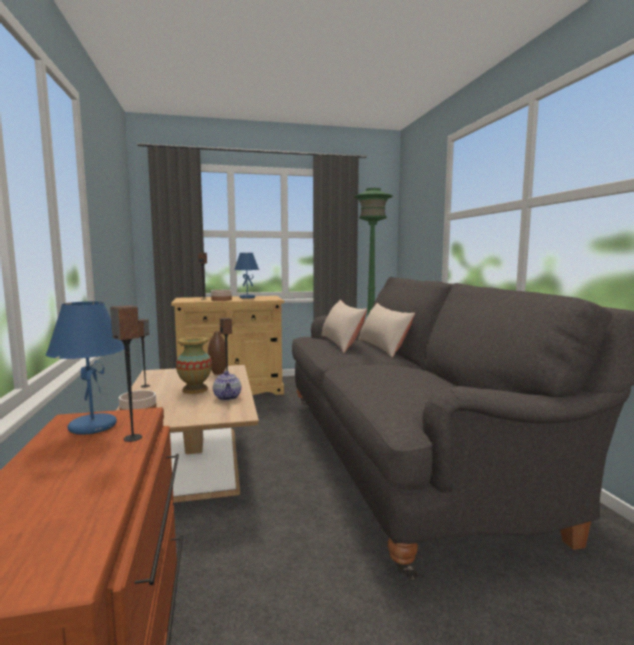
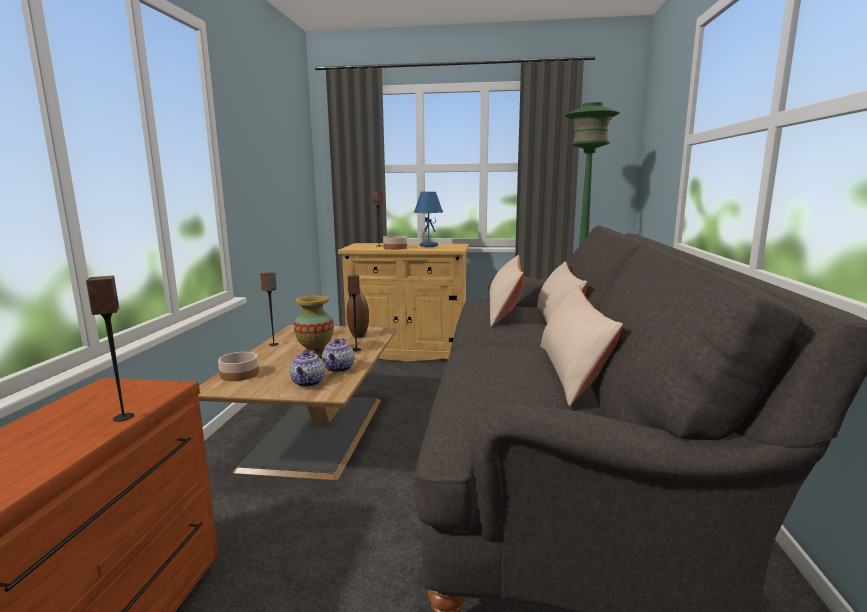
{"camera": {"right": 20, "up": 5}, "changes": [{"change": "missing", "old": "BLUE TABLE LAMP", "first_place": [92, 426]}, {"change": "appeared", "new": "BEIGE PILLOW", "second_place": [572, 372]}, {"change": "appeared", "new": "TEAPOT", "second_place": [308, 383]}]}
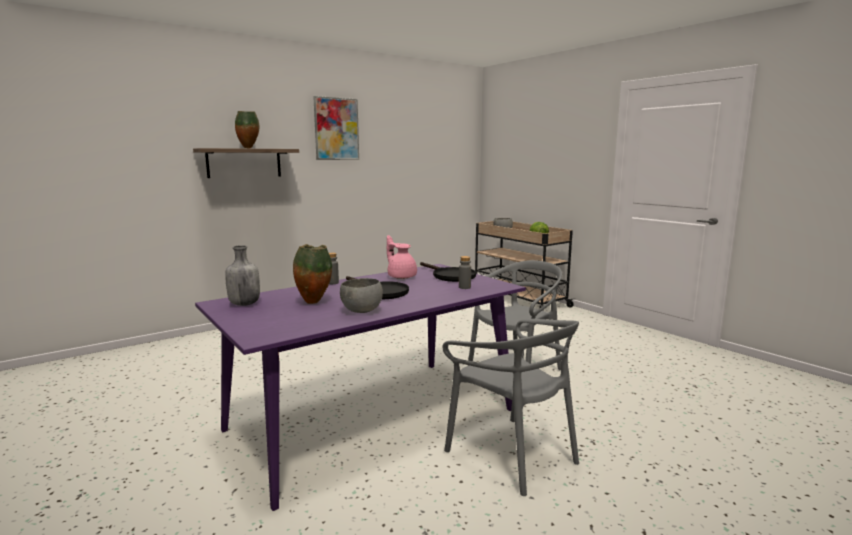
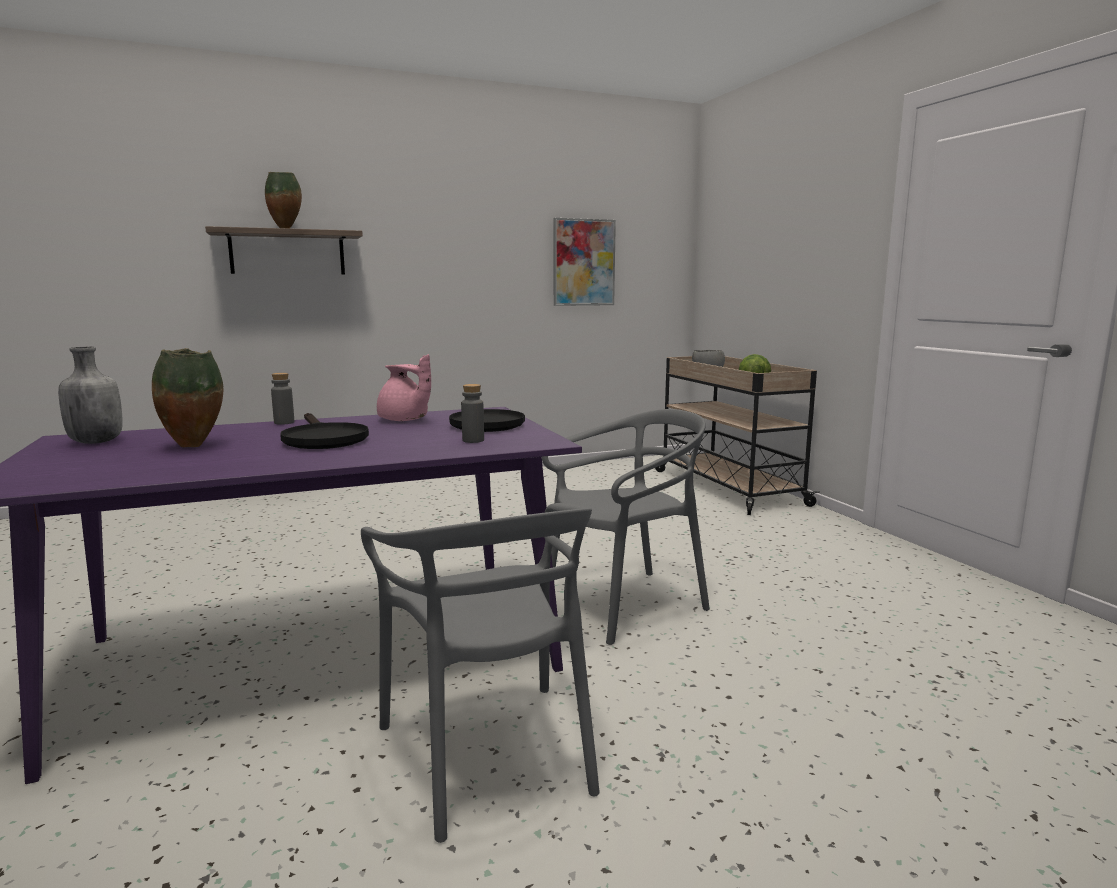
{"camera": {"right": 15, "up": 0}, "changes": [{"change": "relocated", "old": "PICTURE", "first_place": [336, 129], "second_place": [583, 262]}, {"change": "spun", "old": "PINK TEAPOT", "first_place": [401, 276], "second_place": [404, 420], "degrees": 150}, {"change": "missing", "old": "GREY BOWL", "first_place": [361, 311]}]}
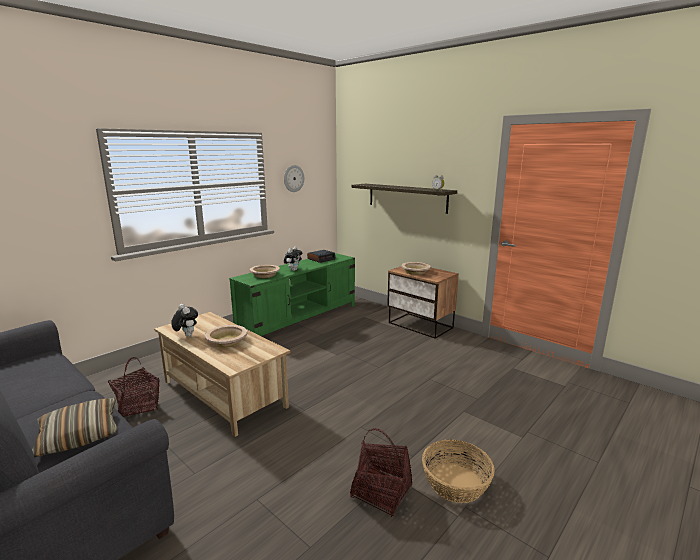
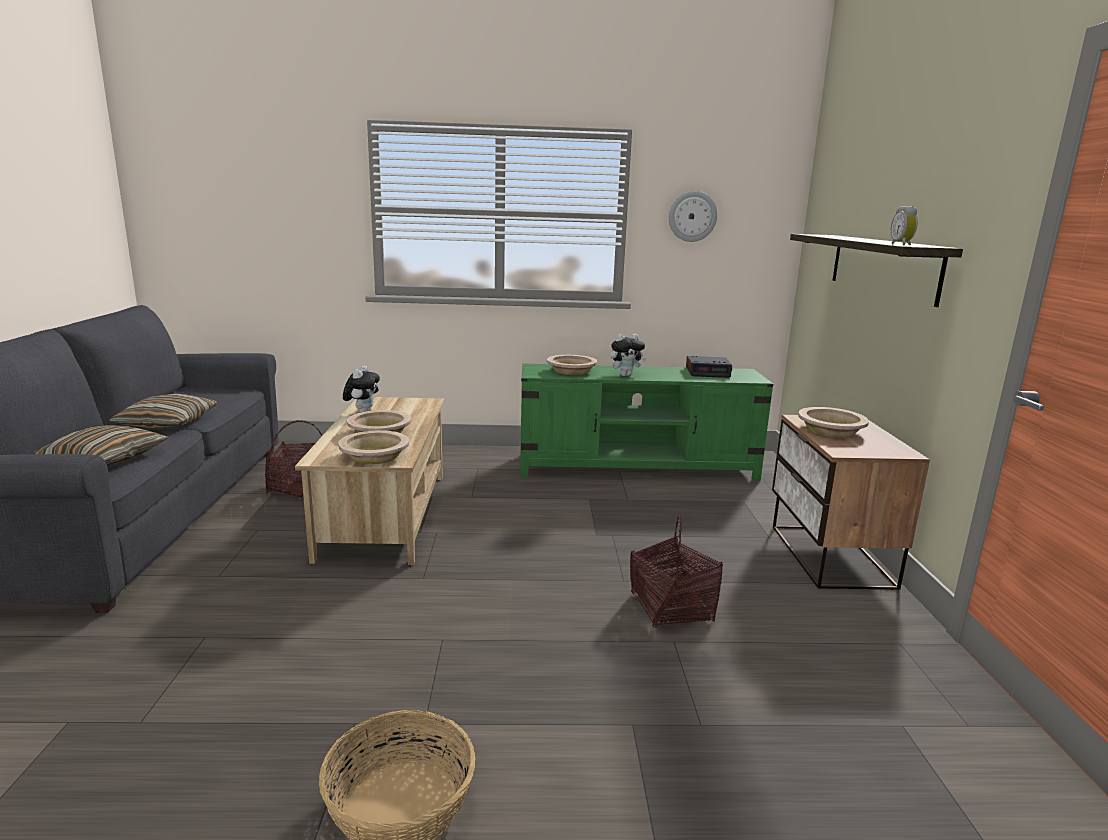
{"camera": {"right": 45, "up": 0}, "changes": [{"change": "relocated", "old": "BASKET", "first_place": [381, 492], "second_place": [671, 608]}, {"change": "appeared", "new": "PILLOW", "second_place": [167, 423]}, {"change": "appeared", "new": "BEIGE BOWL", "second_place": [375, 456]}]}
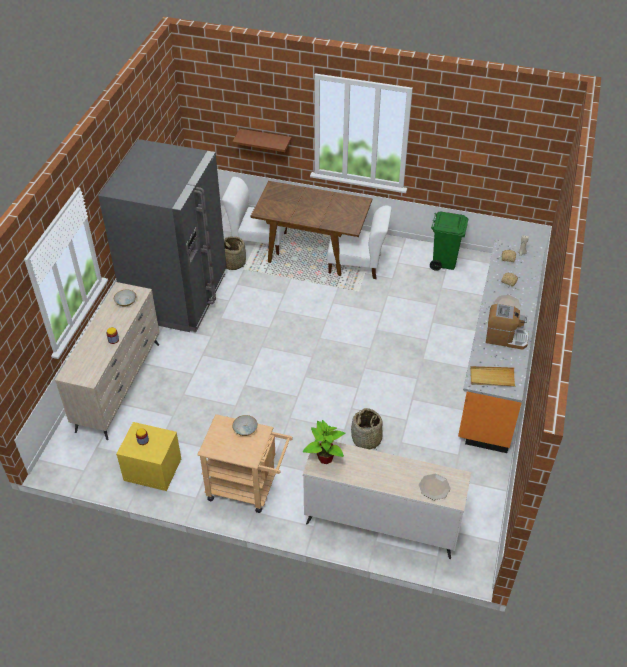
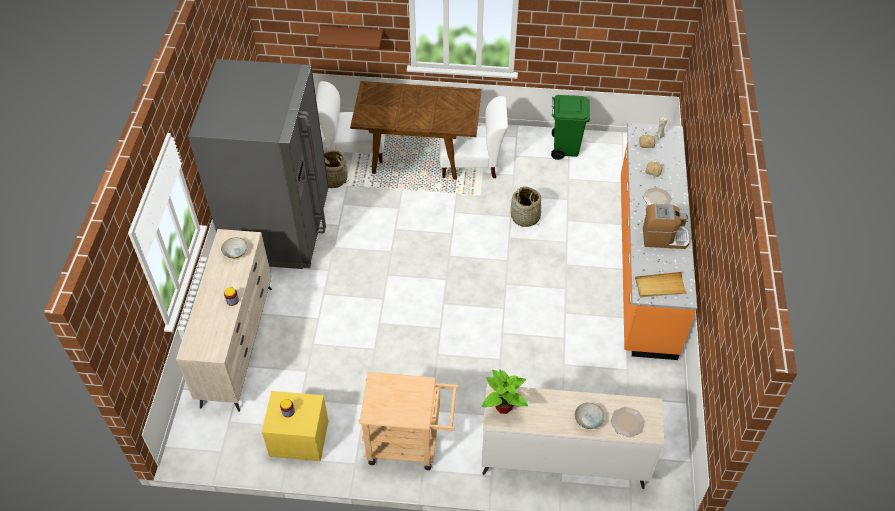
{"camera": {"right": -10, "up": 5}, "changes": [{"change": "relocated", "old": "BASKET", "first_place": [366, 439], "second_place": [525, 217]}, {"change": "relocated", "old": "BOWL", "first_place": [245, 430], "second_place": [588, 420]}]}
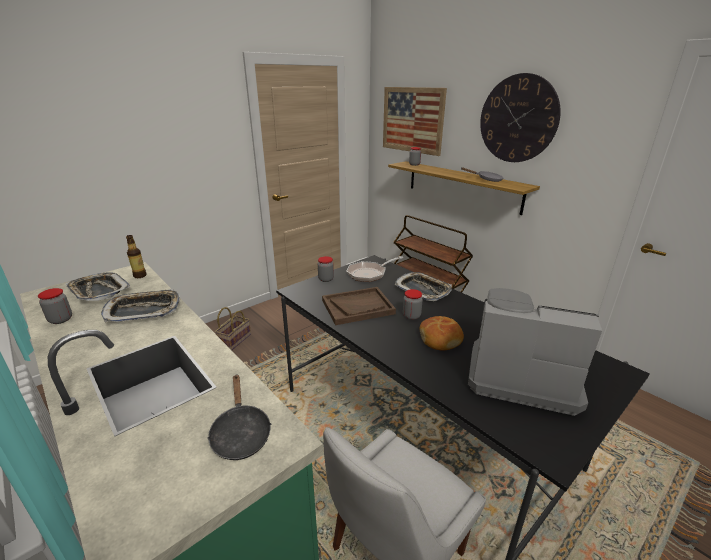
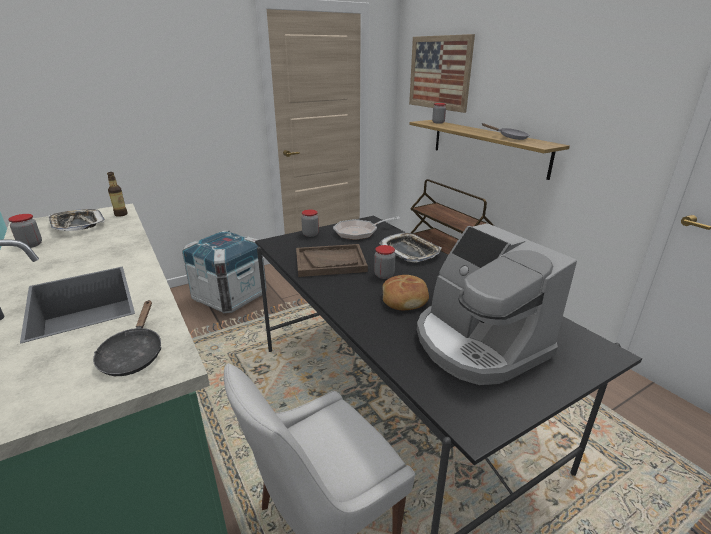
{"camera": {"right": 10, "up": 0}, "changes": [{"change": "missing", "old": "WALL CLOCK", "first_place": [518, 119]}, {"change": "spun", "old": "COFFEE MACHINE", "first_place": [520, 375], "second_place": [477, 343], "degrees": -150}, {"change": "missing", "old": "TRAY", "first_place": [143, 310]}, {"change": "exchanged", "old": "BASKET", "new": "CRATE", "first_place": [235, 339], "second_place": [230, 297]}]}
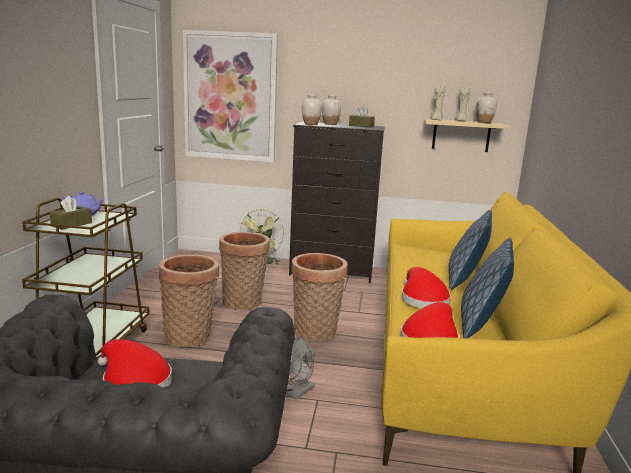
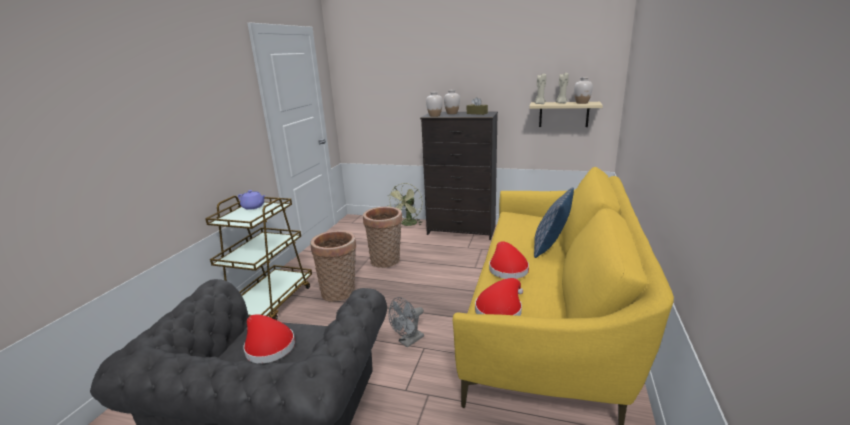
{"camera": {"right": 10, "up": 5}, "changes": [{"change": "missing", "old": "PICTURE", "first_place": [230, 97]}, {"change": "missing", "old": "BROWN TISSUE BOX", "first_place": [71, 224]}, {"change": "missing", "old": "PILLOW", "first_place": [481, 324]}, {"change": "missing", "old": "BASKET", "first_place": [315, 333]}]}
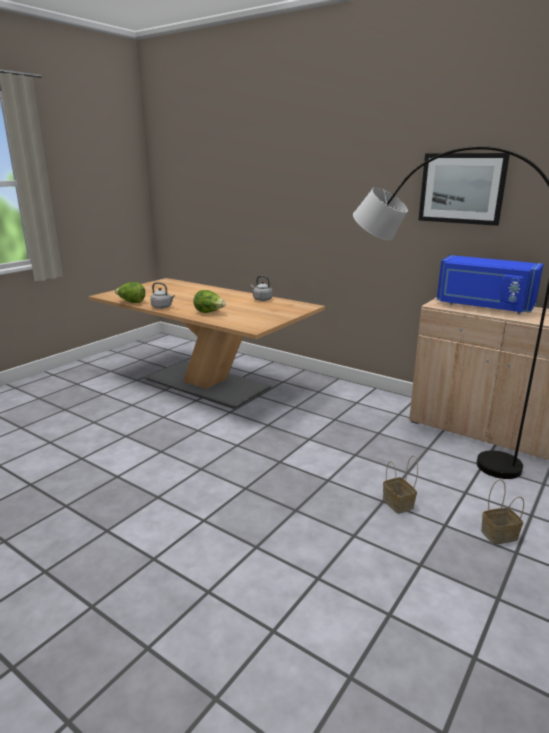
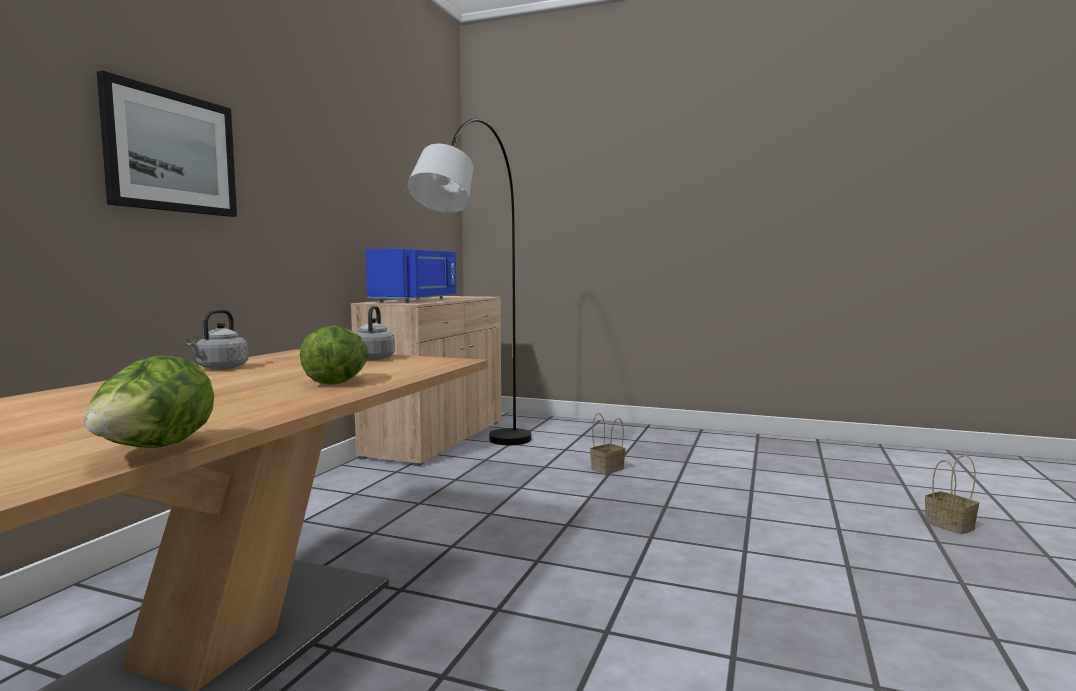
{"camera": {"right": -105, "up": -15}, "changes": [{"change": "relocated", "old": "PICTURE", "first_place": [462, 188], "second_place": [171, 152]}, {"change": "relocated", "old": "GREY KETTLE", "first_place": [162, 307], "second_place": [374, 358]}, {"change": "relocated", "old": "BASKET", "first_place": [498, 535], "second_place": [951, 526]}]}
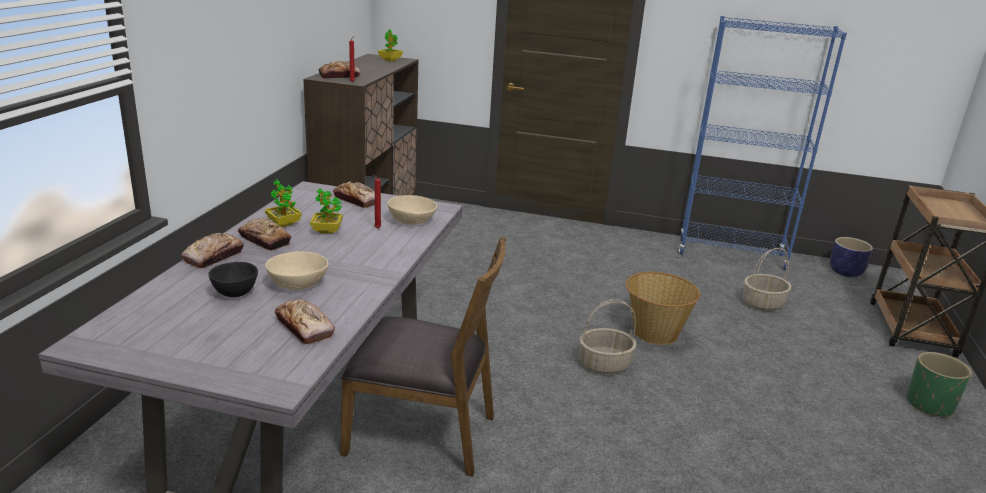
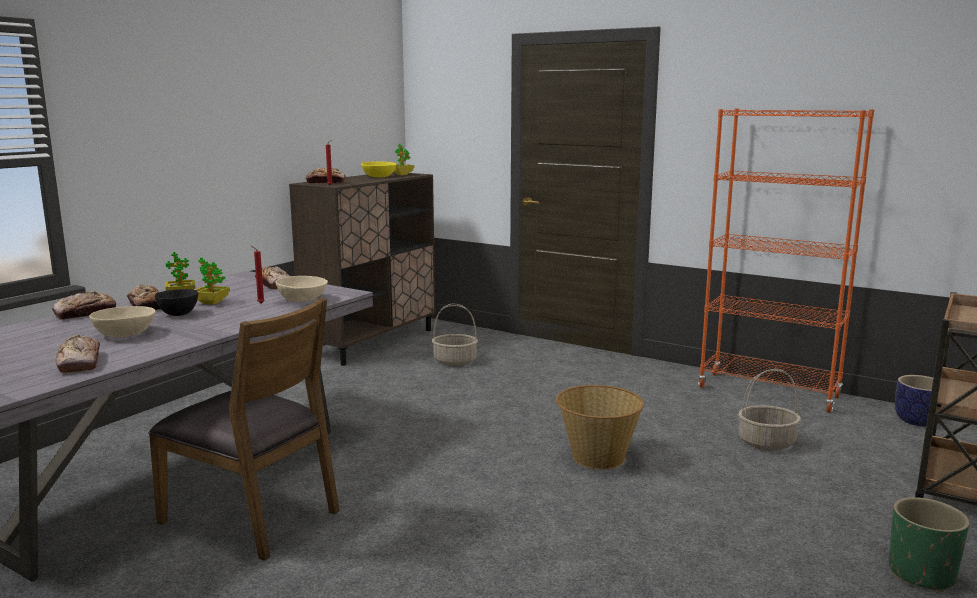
{"camera": {"right": 20, "up": -10}, "changes": [{"change": "colour", "old": "BLUE BOOKCASE", "new": "ORANGE BOOKCASE", "first_place": [731, 254], "second_place": [768, 392]}, {"change": "relocated", "old": "BLACK BOWL", "first_place": [234, 293], "second_place": [178, 314]}, {"change": "relocated", "old": "BASKET", "first_place": [604, 364], "second_place": [455, 361]}, {"change": "appeared", "new": "YELLOW BOWL", "second_place": [379, 177]}]}
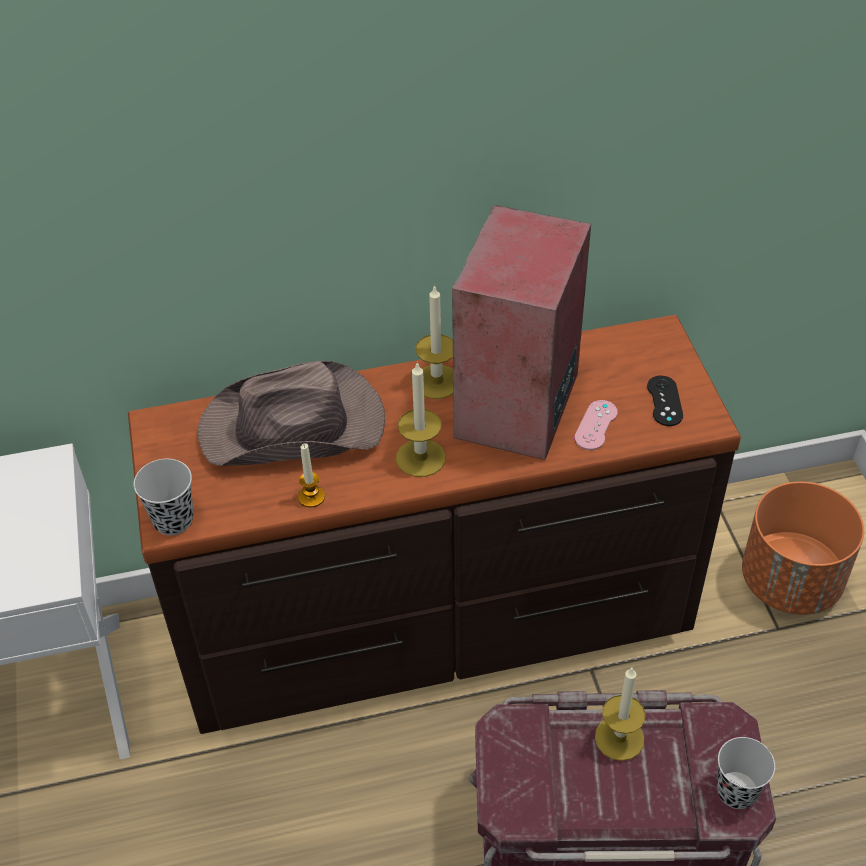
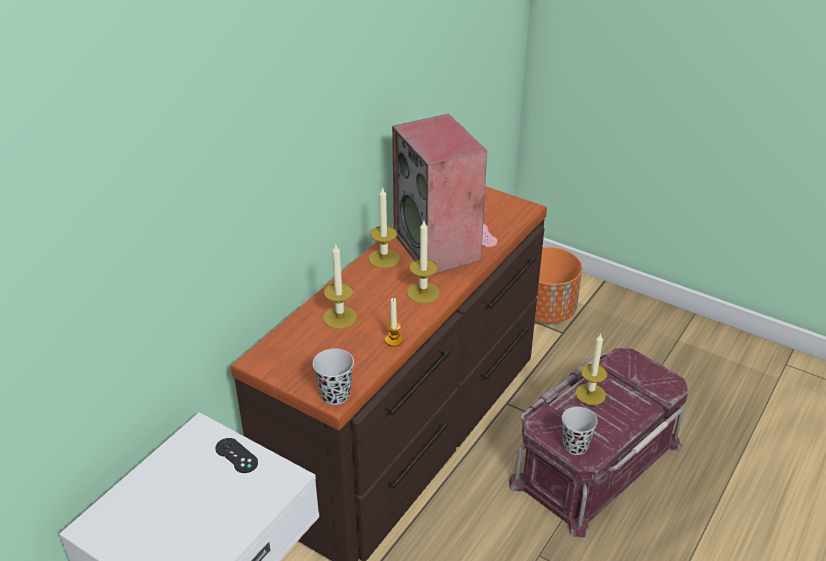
{"camera": {"right": -45, "up": -10}, "changes": [{"change": "exchanged", "old": "BROWN HAT", "new": "CANDLE", "first_place": [294, 427], "second_place": [340, 317]}, {"change": "relocated", "old": "BLACK GAME CONTROLLER", "first_place": [664, 401], "second_place": [236, 455]}, {"change": "relocated", "old": "BLACK CUP", "first_place": [736, 791], "second_place": [575, 446]}]}
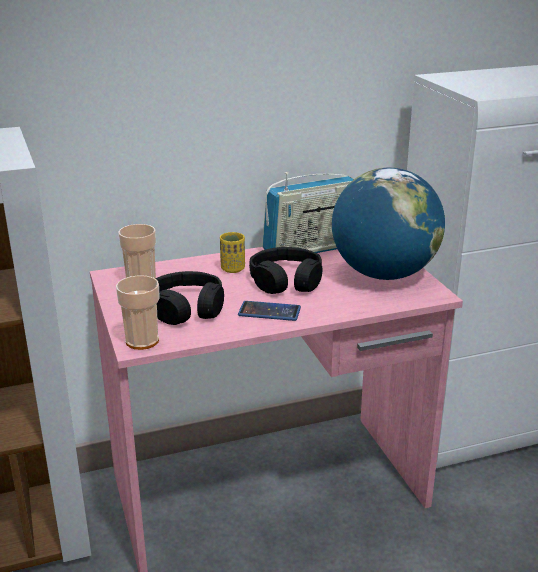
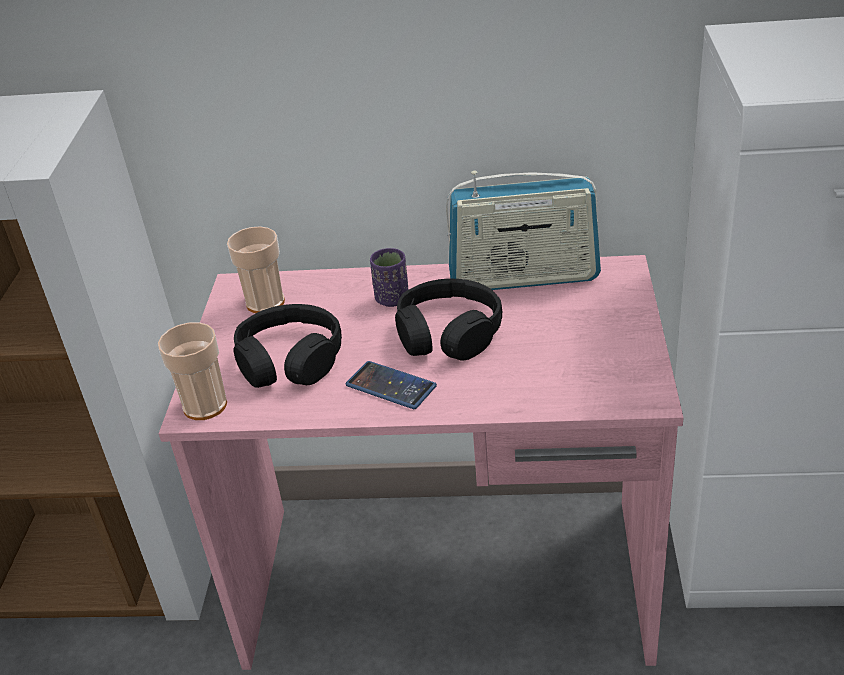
{"camera": {"right": 25, "up": 10}, "changes": [{"change": "missing", "old": "GLOBE", "first_place": [383, 274]}, {"change": "colour", "old": "YELLOW CUP", "new": "PURPLE CUP", "first_place": [233, 269], "second_place": [392, 299]}]}
